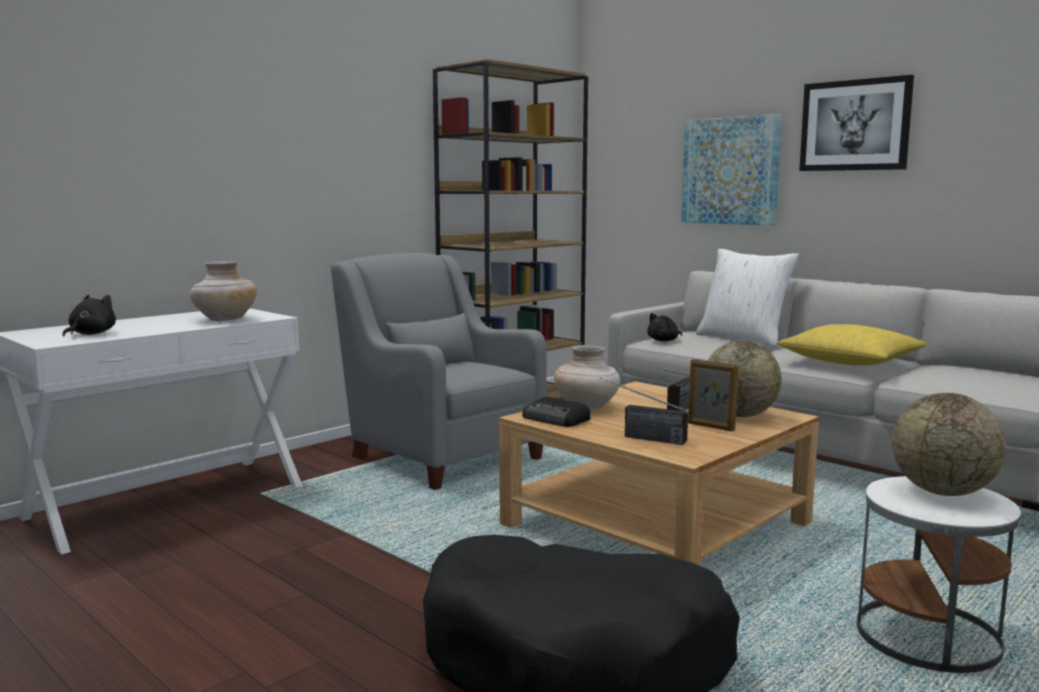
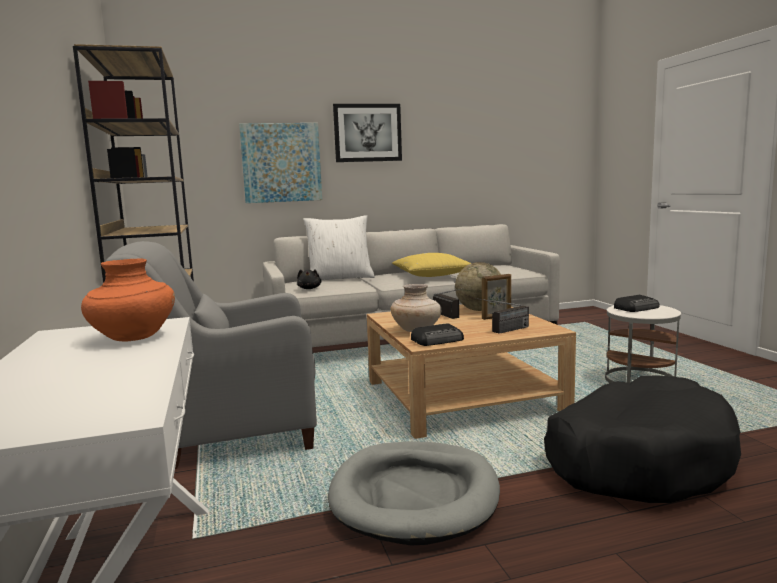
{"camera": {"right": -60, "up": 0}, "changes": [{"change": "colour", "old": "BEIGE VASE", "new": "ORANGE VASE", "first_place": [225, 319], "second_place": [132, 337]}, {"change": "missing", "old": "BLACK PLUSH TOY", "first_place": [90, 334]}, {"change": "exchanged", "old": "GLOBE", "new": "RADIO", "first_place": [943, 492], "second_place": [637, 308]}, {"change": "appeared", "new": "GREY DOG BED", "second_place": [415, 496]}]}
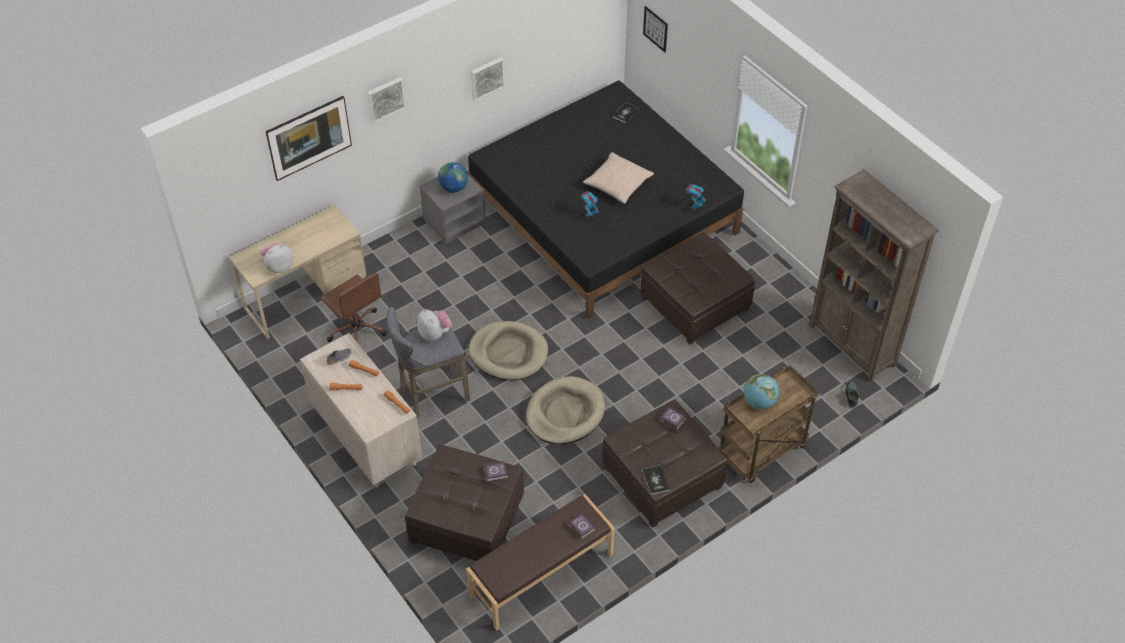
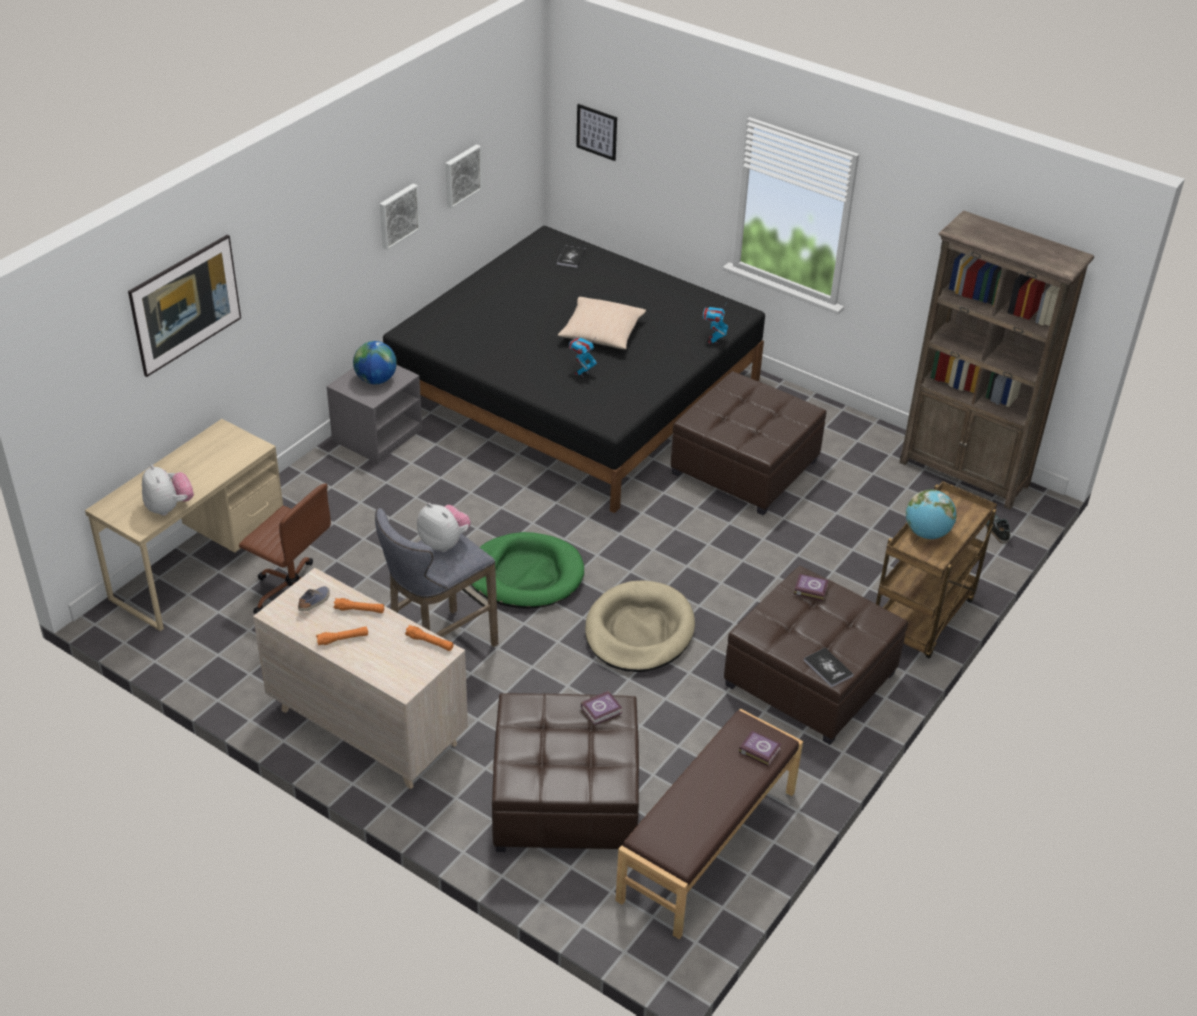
{"camera": {"right": -20, "up": -10}, "changes": [{"change": "relocated", "old": "PICTURE", "first_place": [385, 98], "second_place": [461, 175]}, {"change": "spun", "old": "PLUSH TOY", "first_place": [278, 266], "second_place": [169, 507], "degrees": 120}, {"change": "colour", "old": "BEIGE DOG BED", "new": "GREEN DOG BED", "first_place": [508, 353], "second_place": [525, 575]}]}
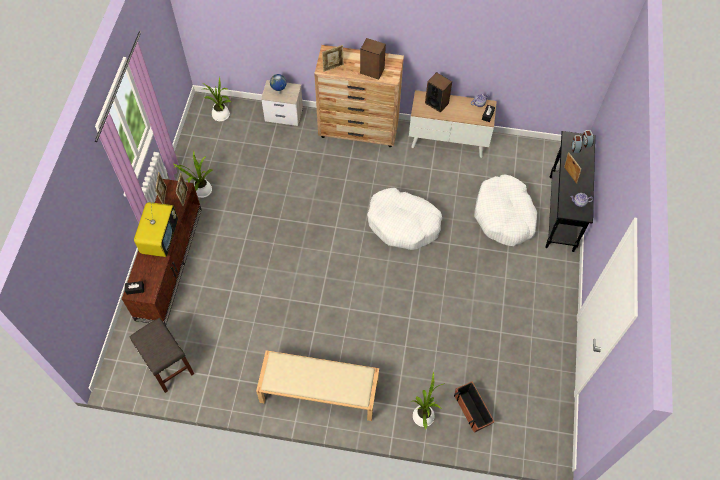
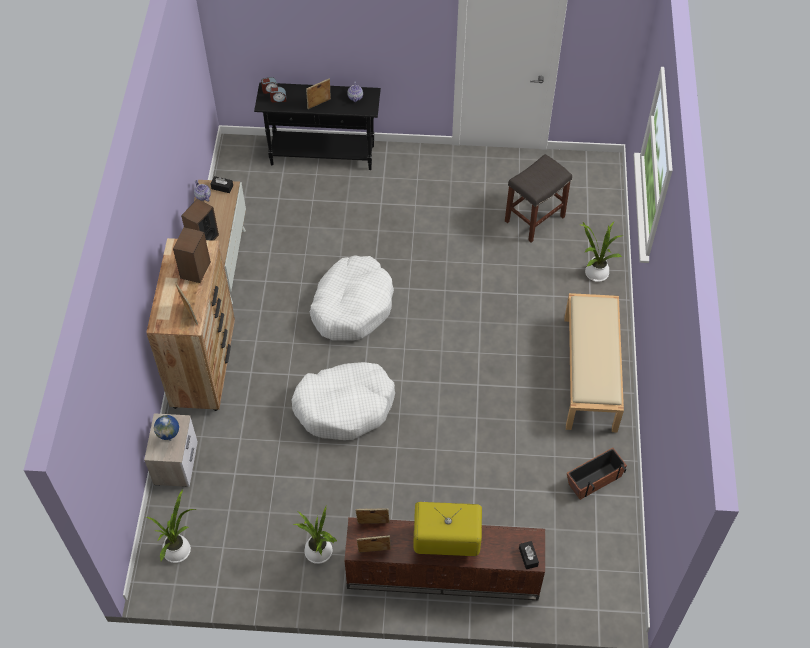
{"camera": {"right": -95, "up": -5}, "changes": [{"change": "relocated", "old": "WHITE DOG BED", "first_place": [504, 216], "second_place": [345, 406]}, {"change": "relocated", "old": "GREY STOOL", "first_place": [169, 366], "second_place": [535, 218]}, {"change": "relocated", "old": "PLANTER", "first_place": [471, 410], "second_place": [594, 480]}]}
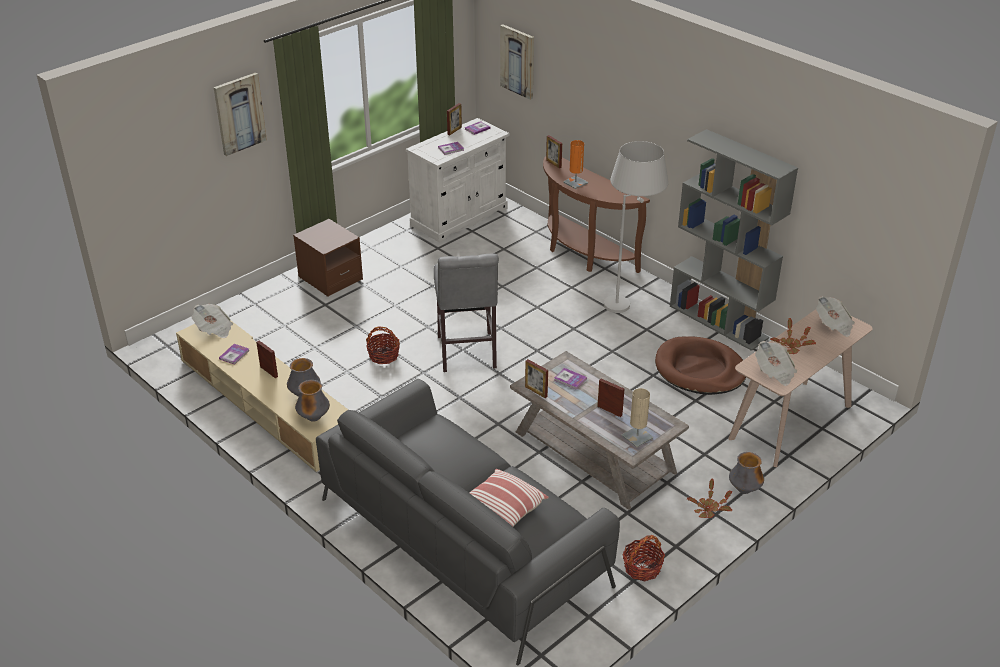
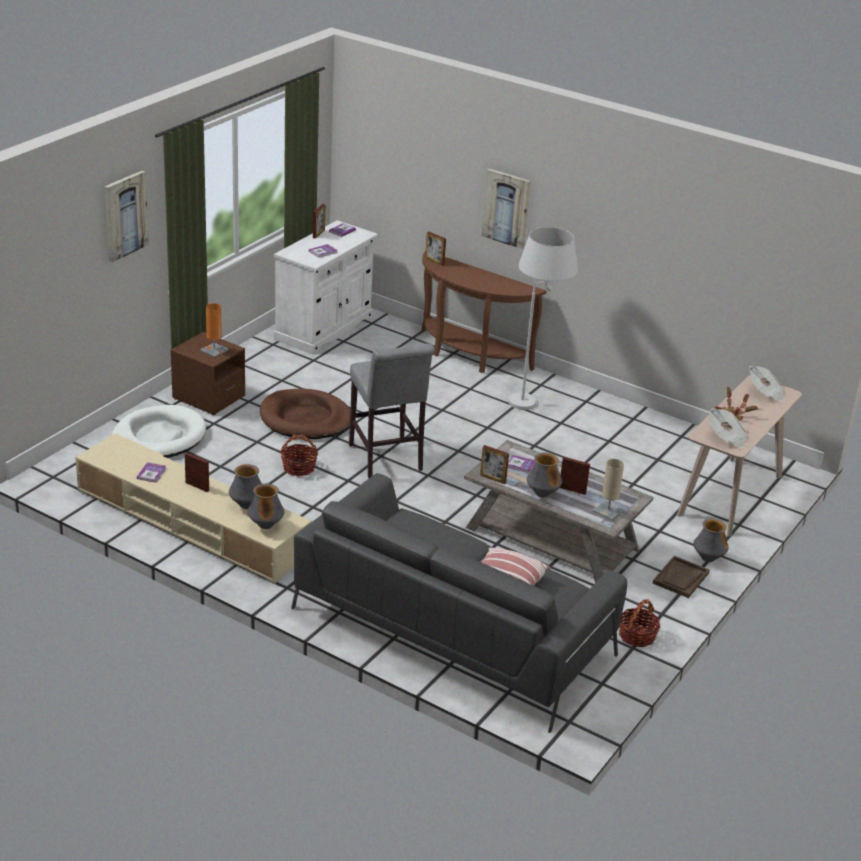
{"camera": {"right": -15, "up": -5}, "changes": [{"change": "relocated", "old": "PICTURE", "first_place": [518, 61], "second_place": [506, 208]}, {"change": "missing", "old": "GREY BOOKCASE", "first_place": [719, 322]}, {"change": "relocated", "old": "ORANGE TABLE LAMP", "first_place": [575, 183], "second_place": [214, 350]}, {"change": "missing", "old": "NEWSPAPER", "first_place": [214, 329]}, {"change": "relocated", "old": "BROWN DOG BED", "first_place": [699, 370], "second_place": [305, 419]}, {"change": "exchanged", "old": "POTTED PLANT", "new": "BROWN TRAY", "first_place": [708, 509], "second_place": [681, 578]}, {"change": "appeared", "new": "WHITE DOG BED", "second_place": [158, 437]}, {"change": "appeared", "new": "VASE", "second_place": [542, 494]}]}
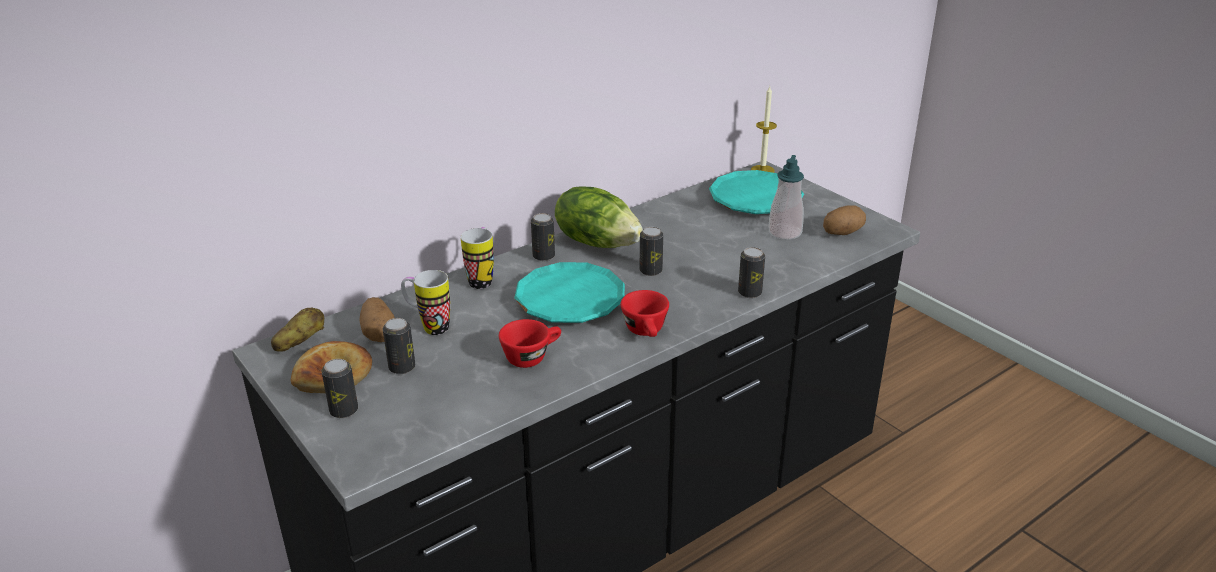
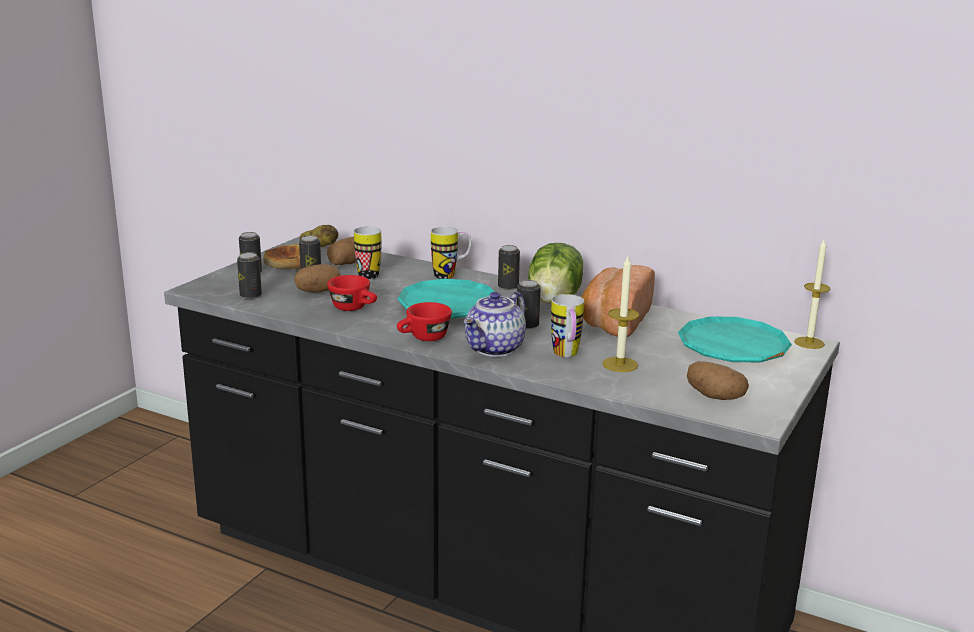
{"camera": {"right": 65, "up": -10}, "changes": [{"change": "missing", "old": "SOAP DISPENSER", "first_place": [784, 233]}, {"change": "relocated", "old": "CAN", "first_place": [749, 293], "second_place": [250, 295]}, {"change": "appeared", "new": "CANDLE", "second_place": [620, 364]}, {"change": "appeared", "new": "POTATO", "second_place": [318, 291]}, {"change": "appeared", "new": "BREAD", "second_place": [614, 321]}, {"change": "appeared", "new": "TEAPOT", "second_place": [495, 349]}, {"change": "appeared", "new": "MUG", "second_place": [567, 356]}]}
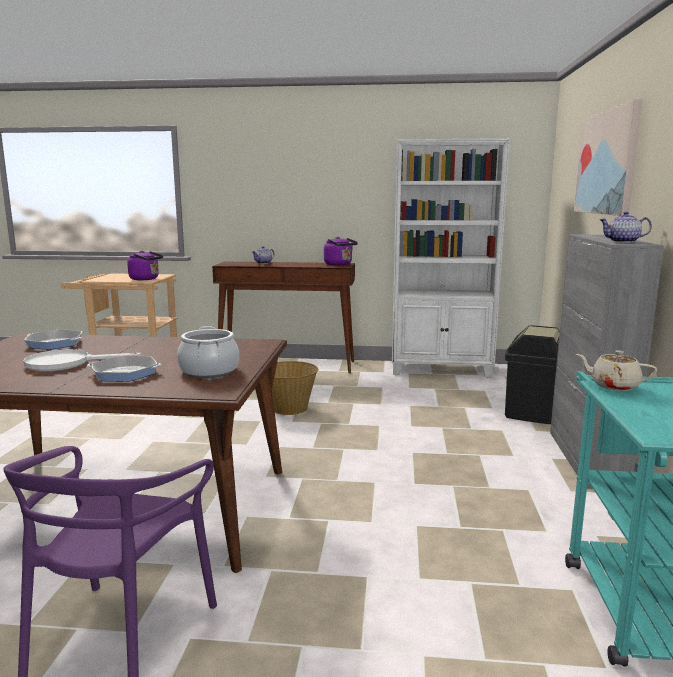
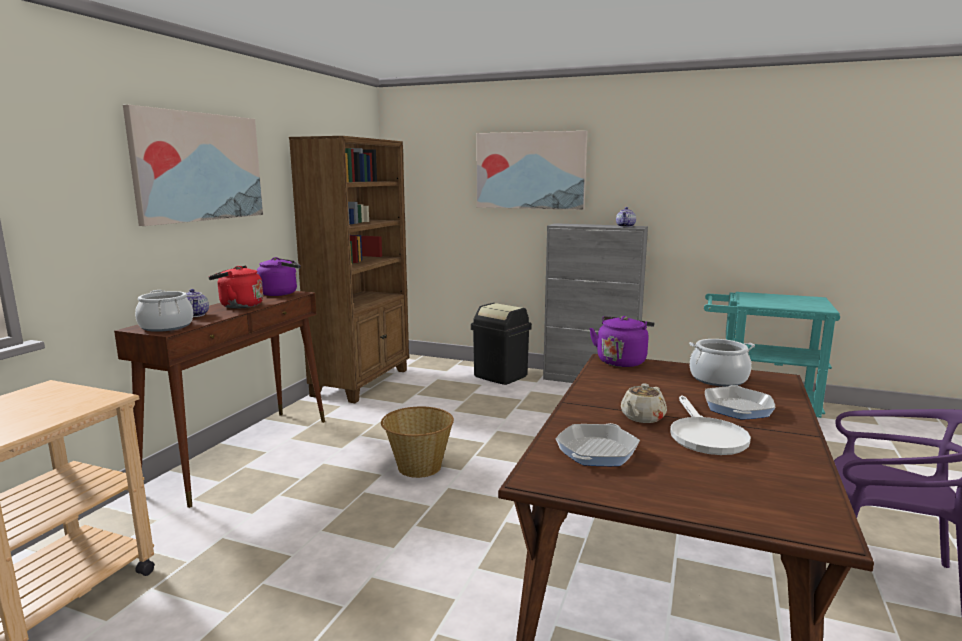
{"camera": {"right": -75, "up": 0}, "changes": [{"change": "colour", "old": "WHITE BOOKCASE", "new": "BROWN BOOKCASE", "first_place": [441, 369], "second_place": [362, 382]}, {"change": "relocated", "old": "PURPLE KETTLE", "first_place": [146, 279], "second_place": [622, 361]}, {"change": "relocated", "old": "BEIGE TEAPOT", "first_place": [613, 386], "second_place": [642, 417]}, {"change": "appeared", "new": "PICTURE", "second_place": [198, 167]}, {"change": "appeared", "new": "RED KETTLE", "second_place": [238, 306]}, {"change": "appeared", "new": "COOKING POT", "second_place": [166, 326]}]}
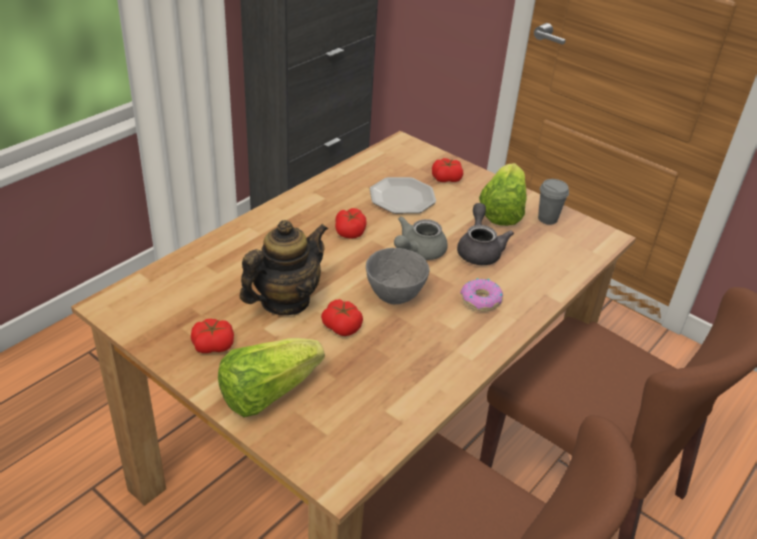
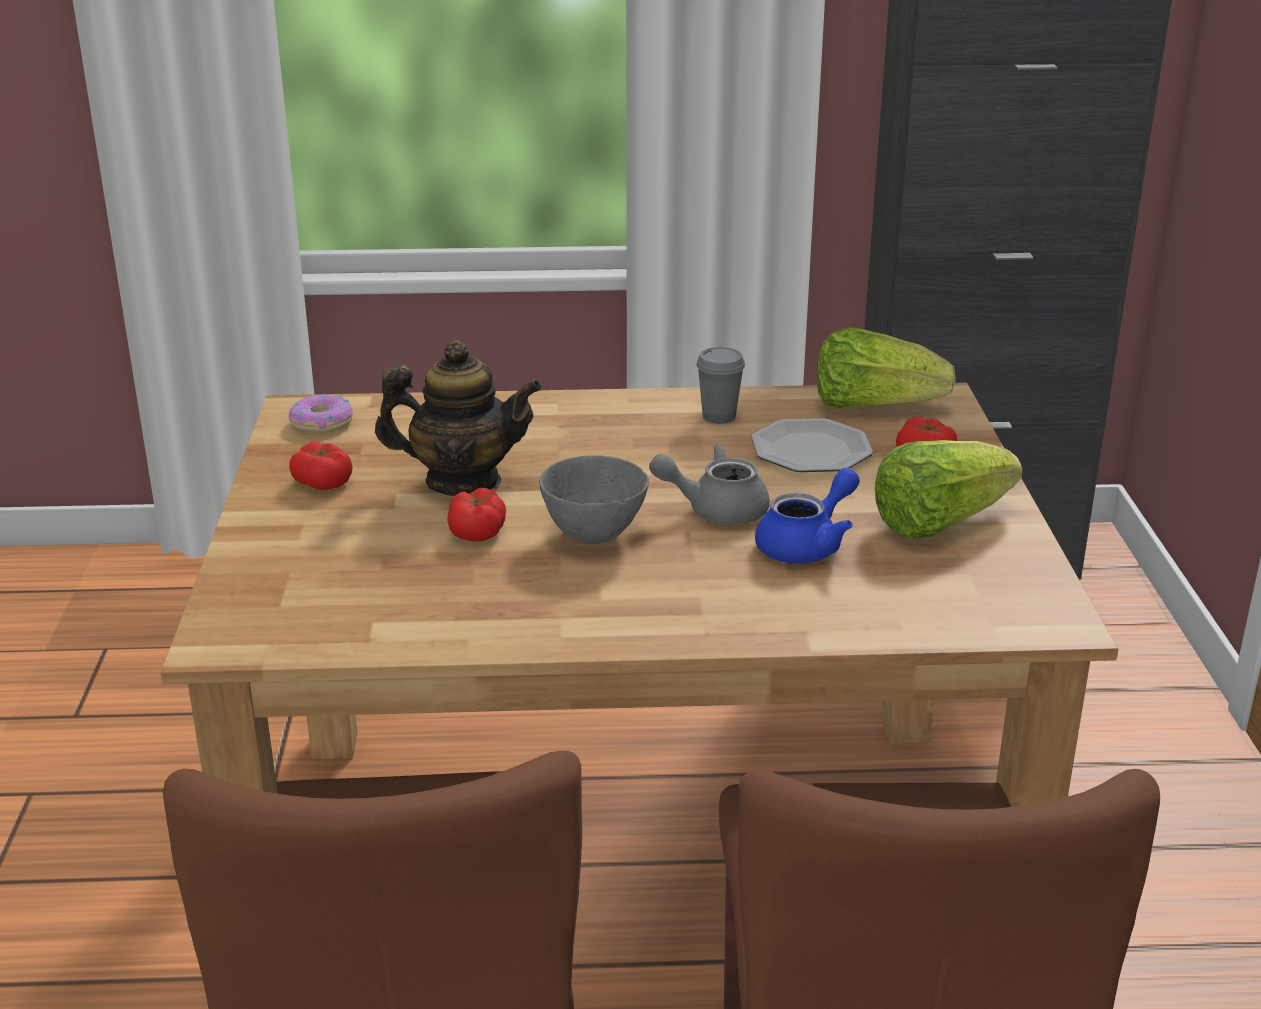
{"camera": {"right": 50, "up": -10}, "changes": [{"change": "relocated", "old": "GREY CUP", "first_place": [547, 219], "second_place": [719, 417]}, {"change": "colour", "old": "GREY TEAPOT", "new": "BLUE TEAPOT", "first_place": [479, 250], "second_place": [807, 545]}, {"change": "missing", "old": "TOMATO", "first_place": [350, 231]}, {"change": "relocated", "old": "DONUT", "first_place": [481, 300], "second_place": [321, 423]}, {"change": "relocated", "old": "LETTUCE", "first_place": [267, 393], "second_place": [873, 406]}]}
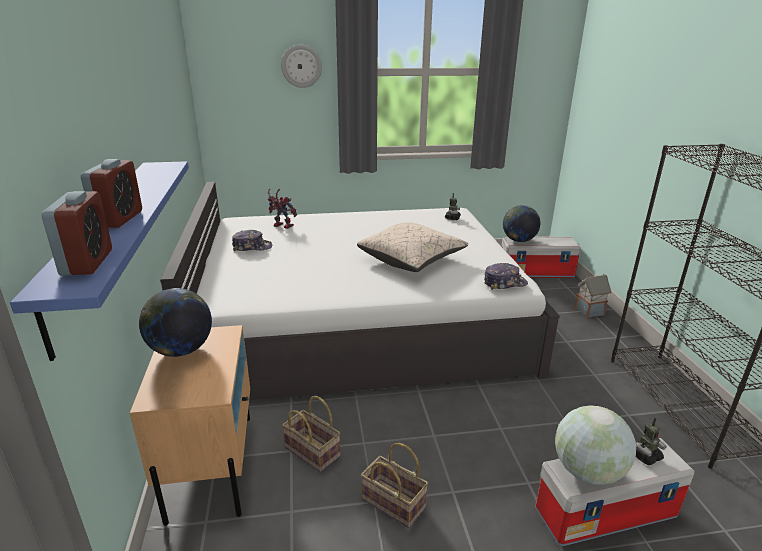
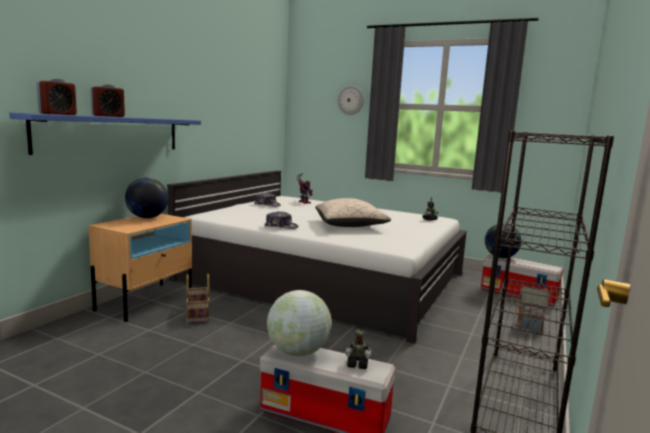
{"camera": {"right": 35, "up": -15}, "changes": [{"change": "relocated", "old": "CAP", "first_place": [504, 283], "second_place": [281, 226]}, {"change": "missing", "old": "BASKET", "first_place": [391, 503]}]}
